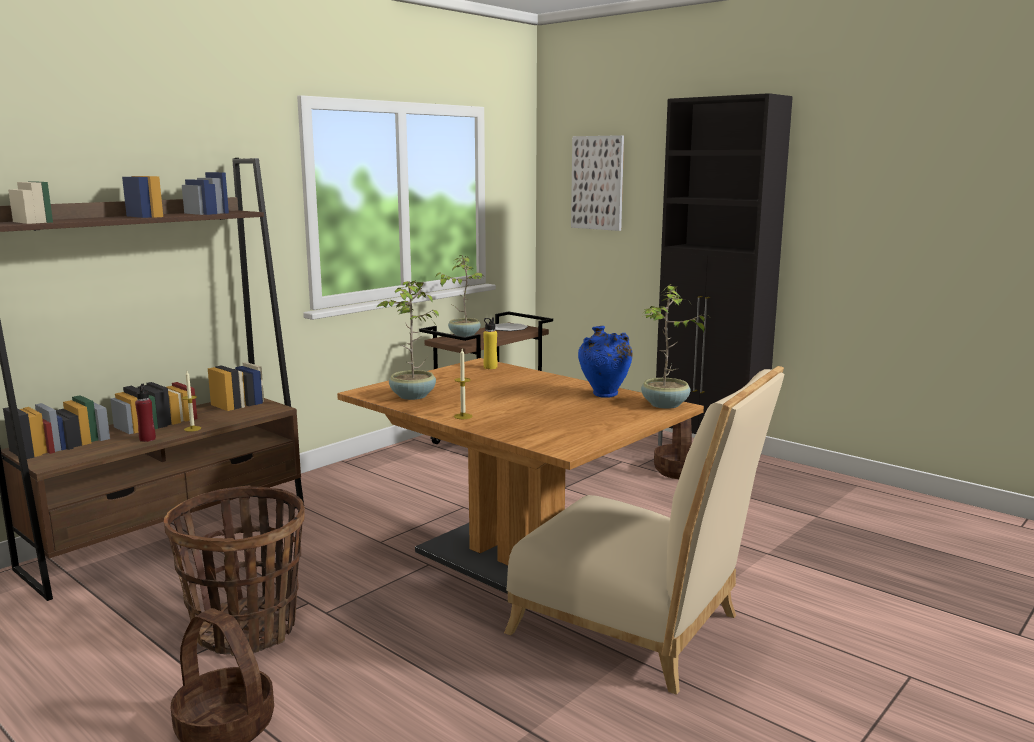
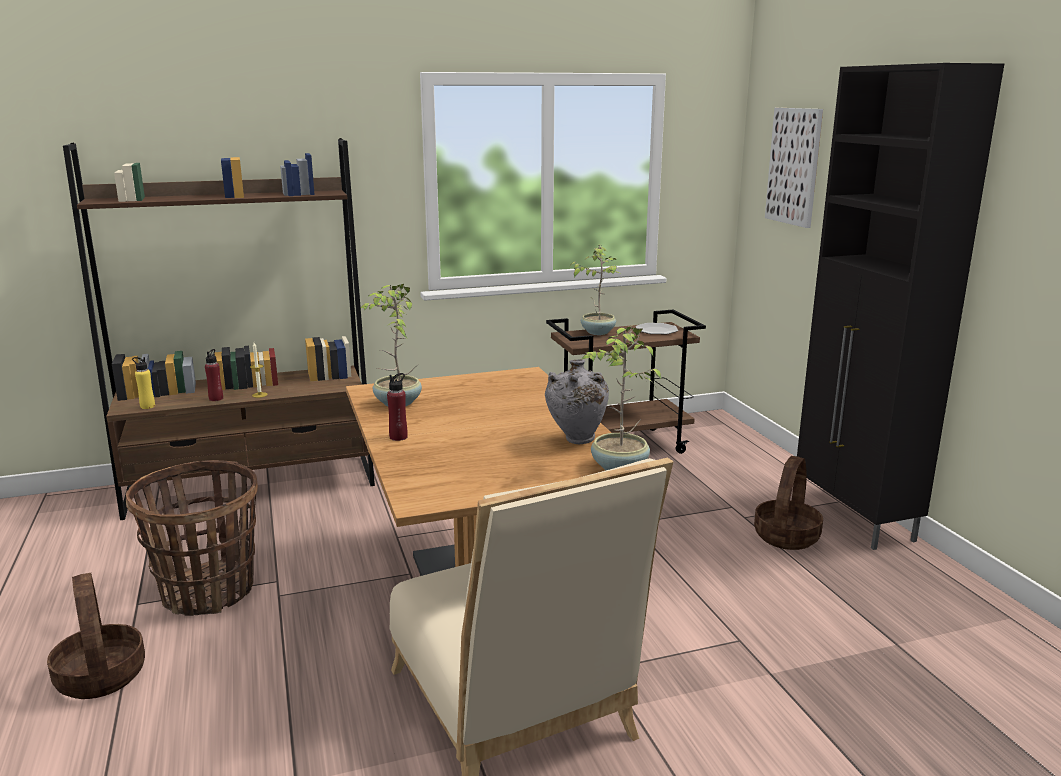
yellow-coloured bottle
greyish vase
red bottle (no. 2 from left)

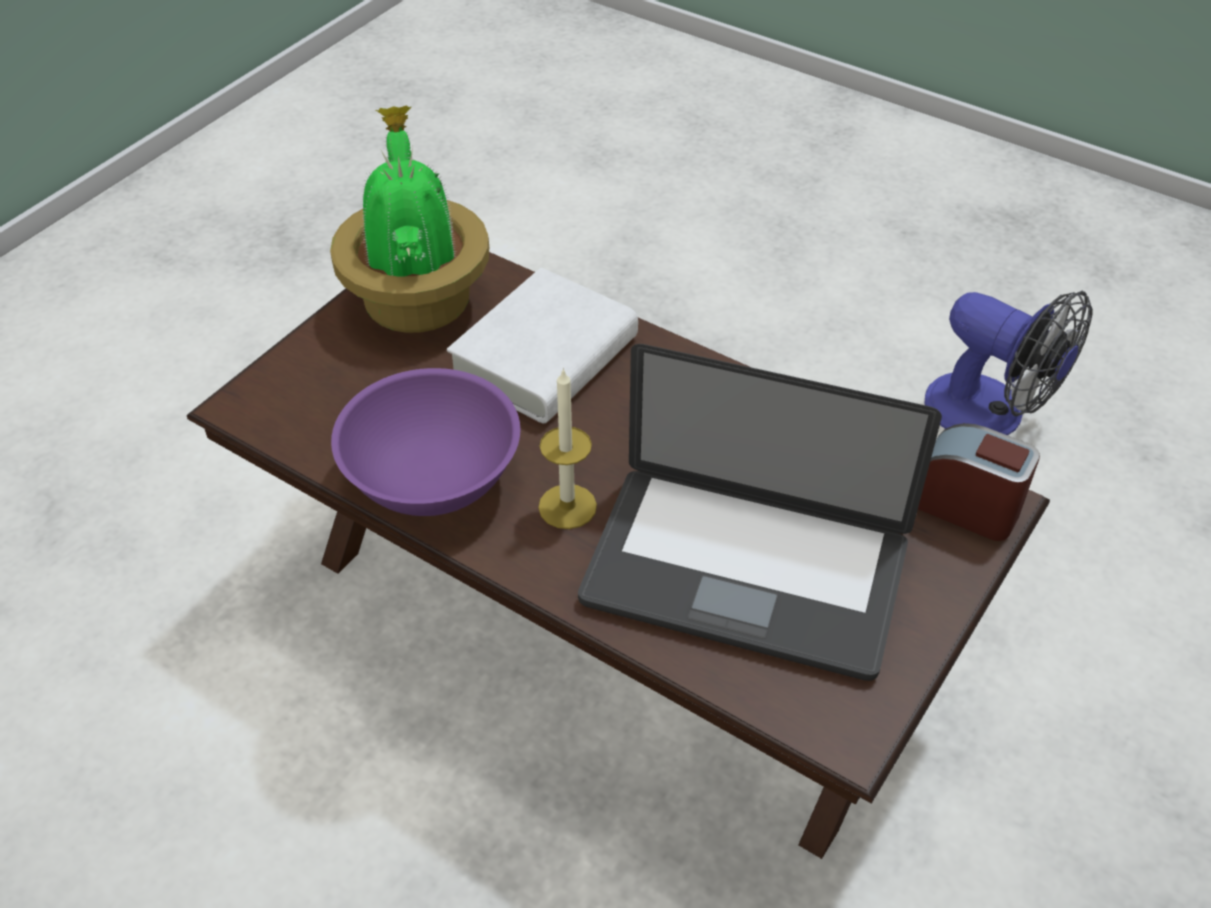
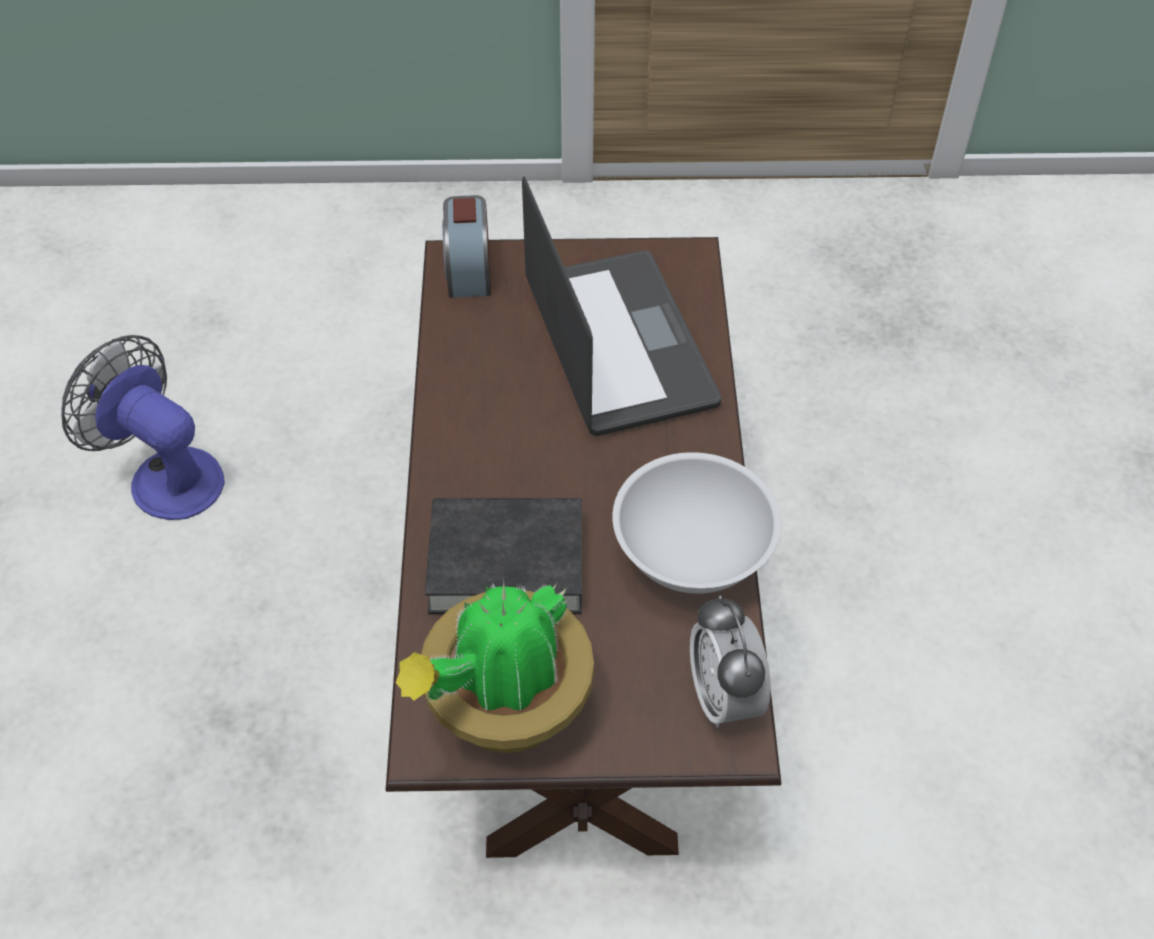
black-coloured bound book
fan
whitish bowl
wax candle
bedside clock (no. 2 from left)

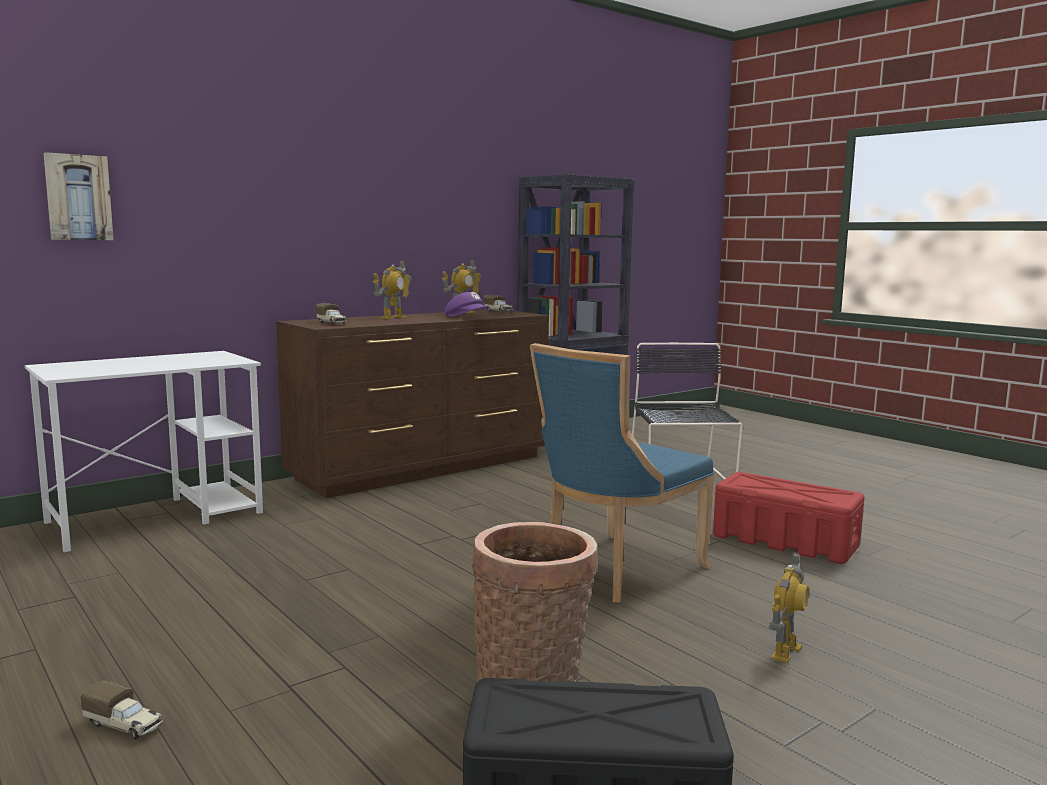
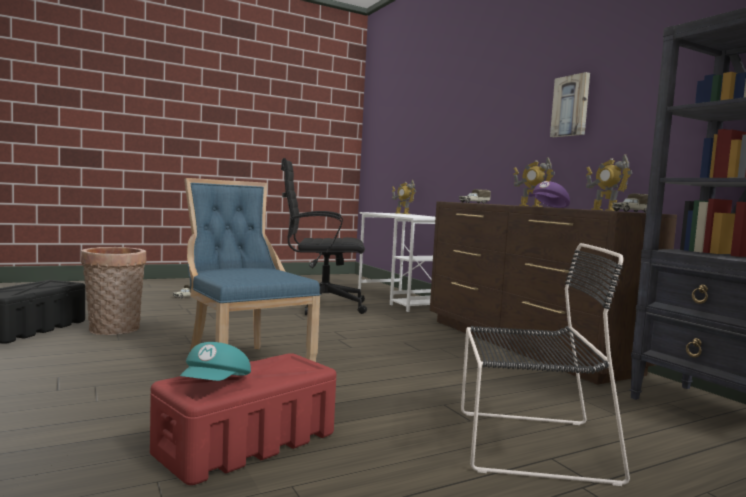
picture
toy robot (no. 1 from left)
black-coloured office chair
turquoise-coloured peaked cap

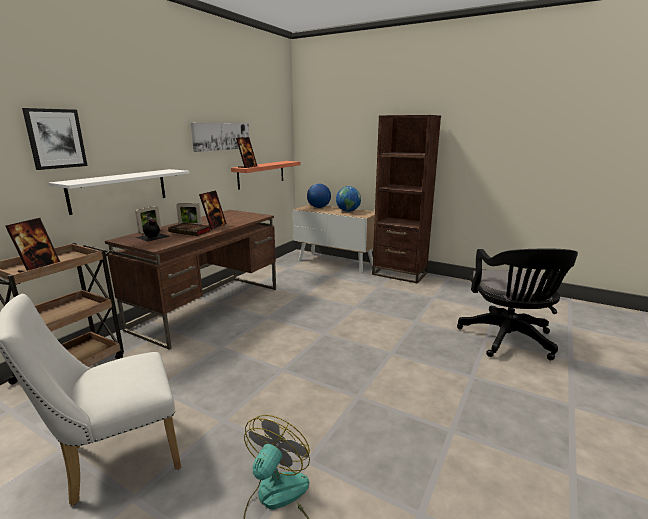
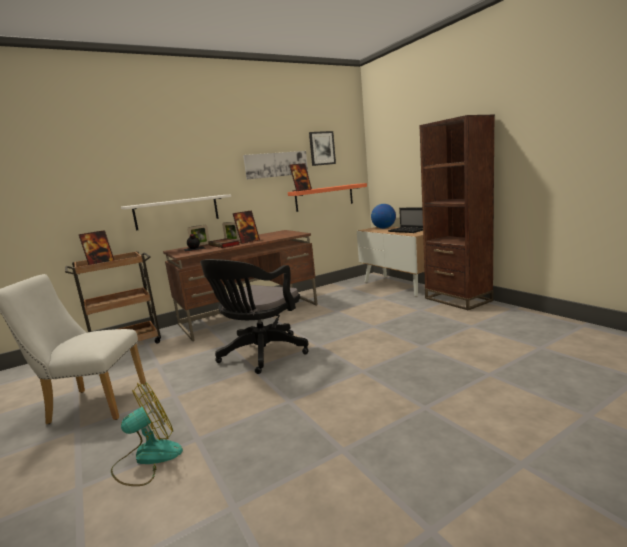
picture (no. 2 from left)
laptop
black-coloured office chair

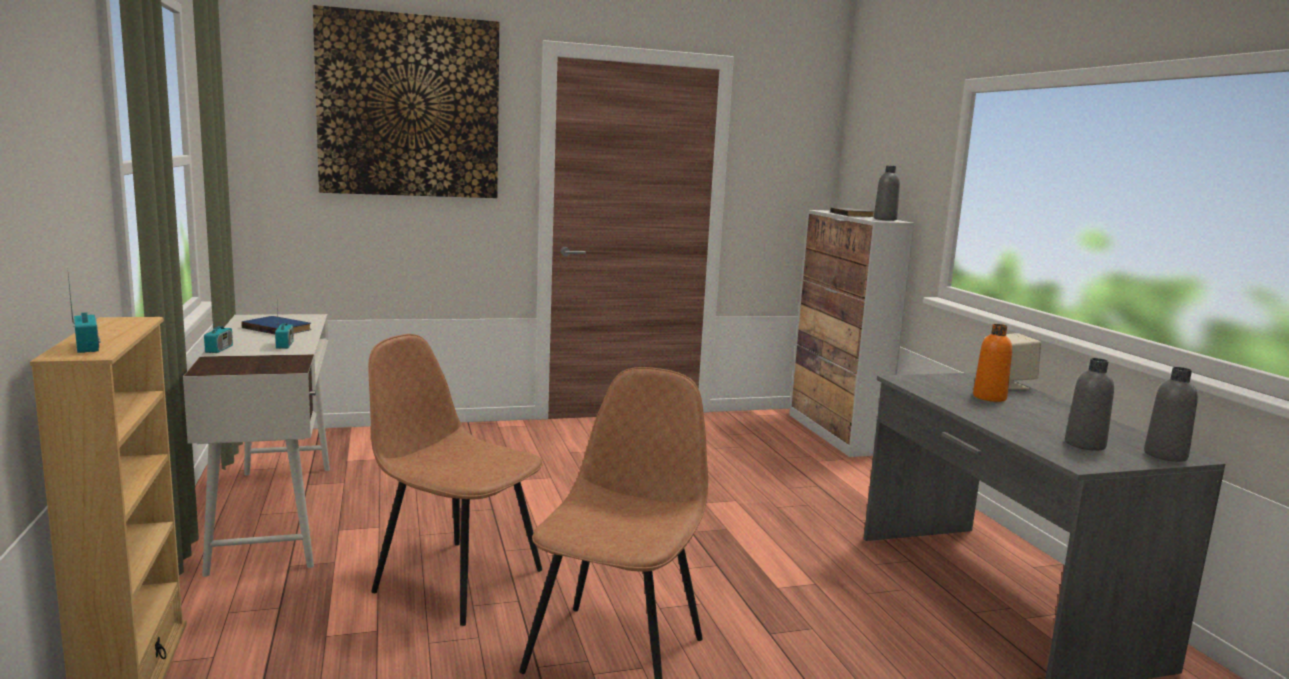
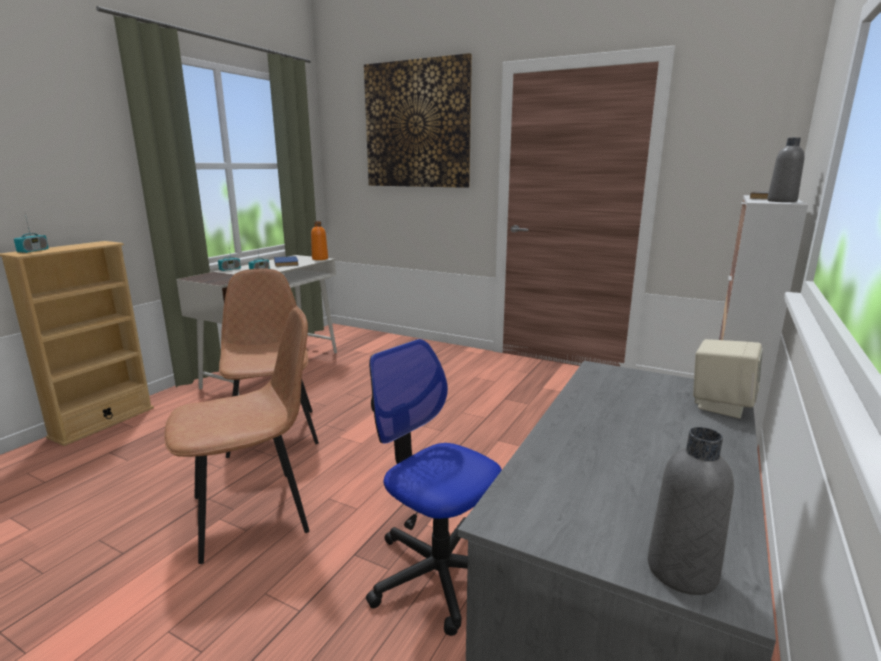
orange bottle
greyish bottle (no. 2 from left in the first image)
office chair

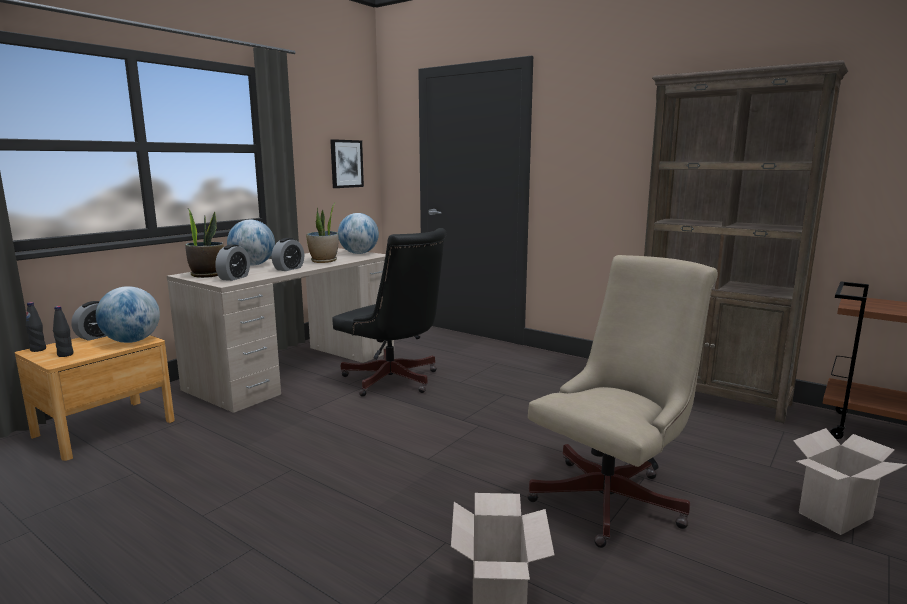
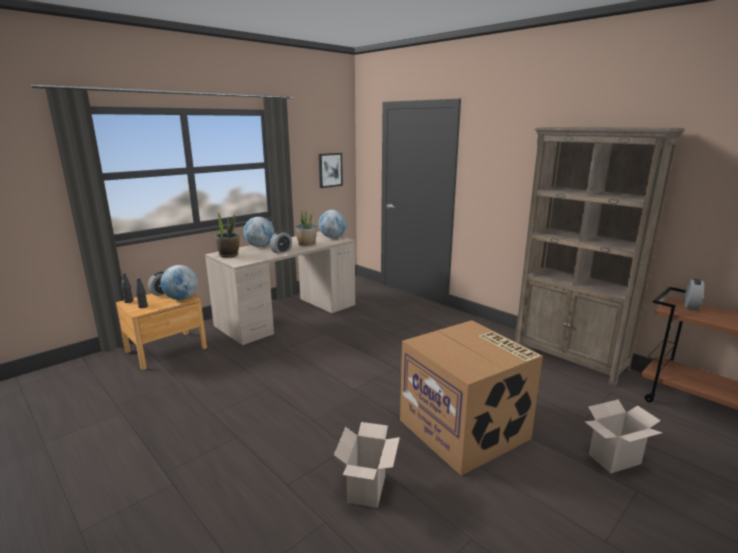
black-coloured office chair
bedside clock (no. 3 from left)
cardboard box (no. 2 from left)

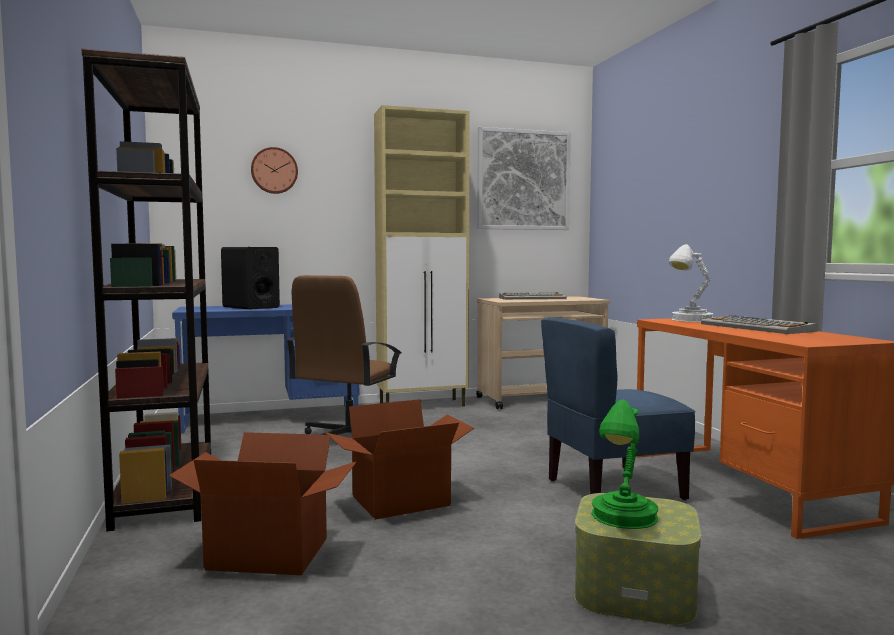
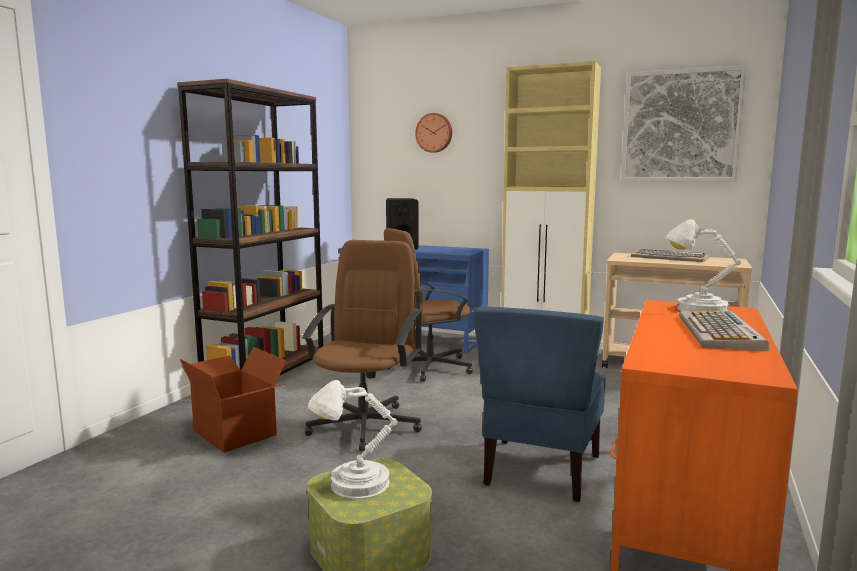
bluish upright chair
brownish office chair (no. 1 from left)
whitish table lamp (no. 1 from left)

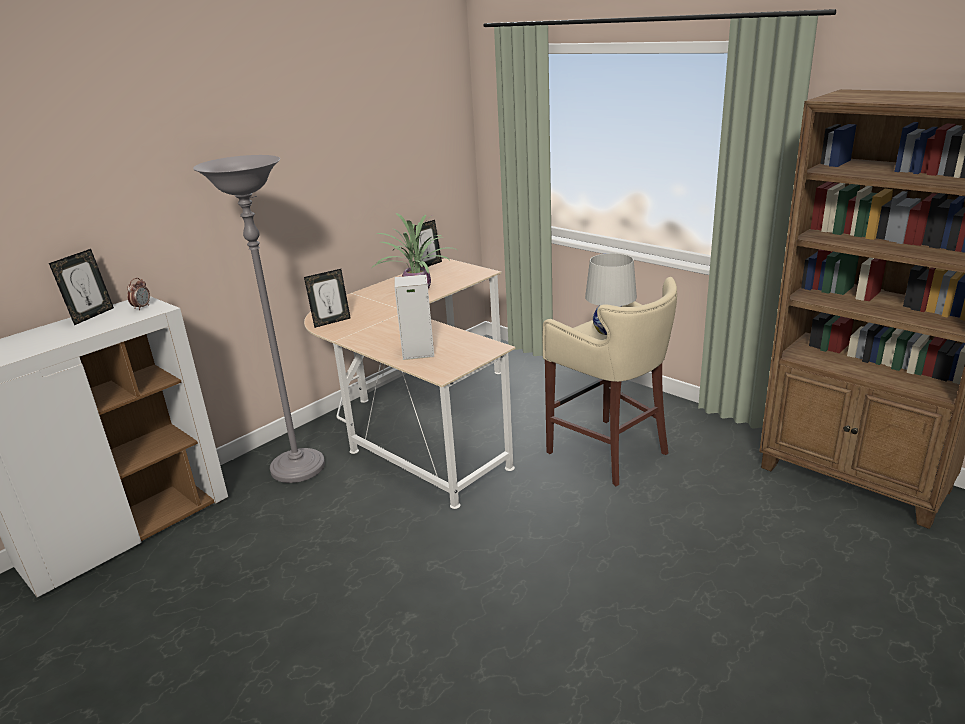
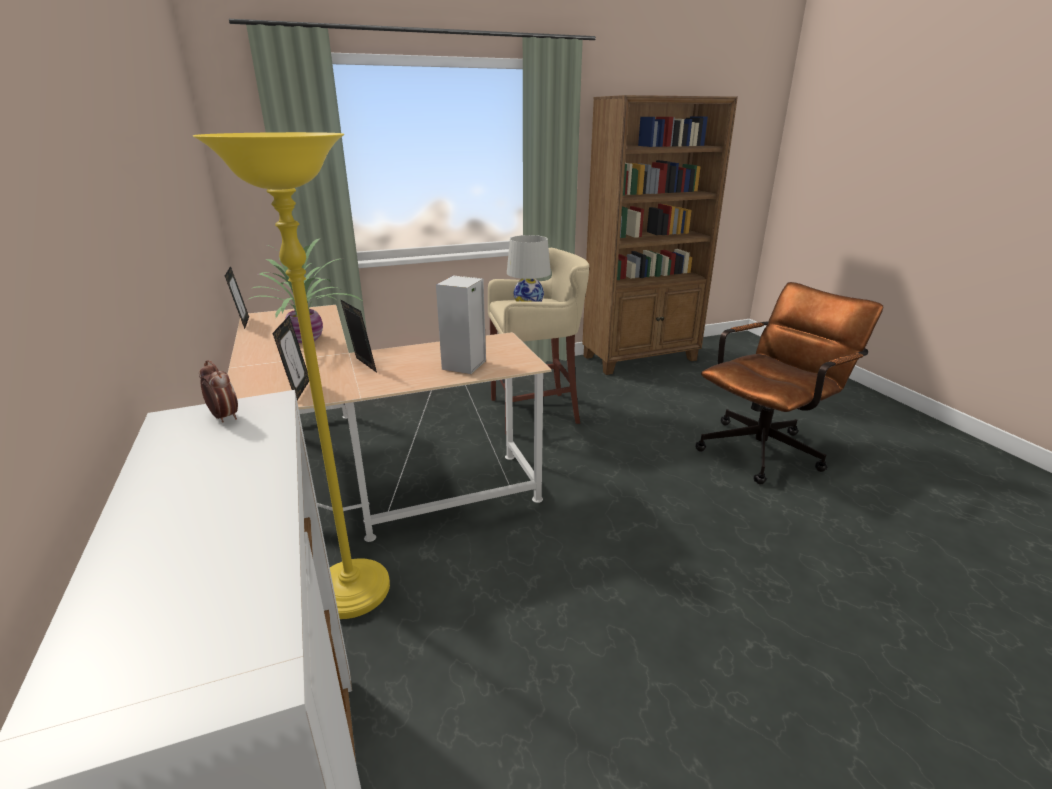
yellow-coloured floor lamp
photo frame (no. 3 from left)
brownish office chair

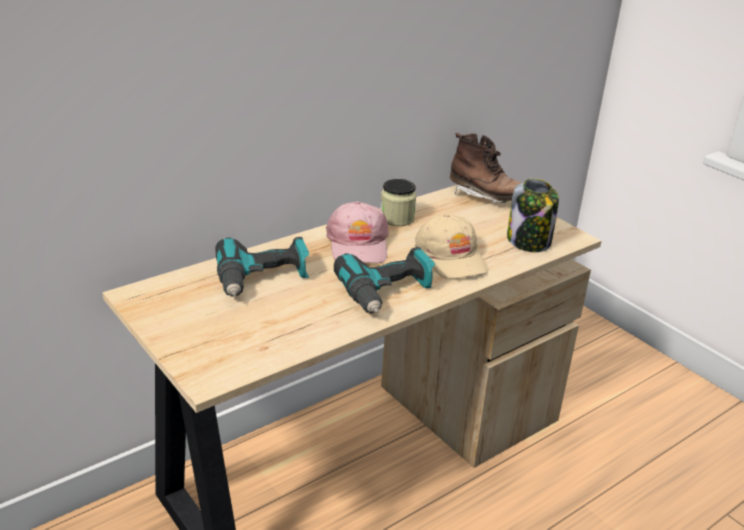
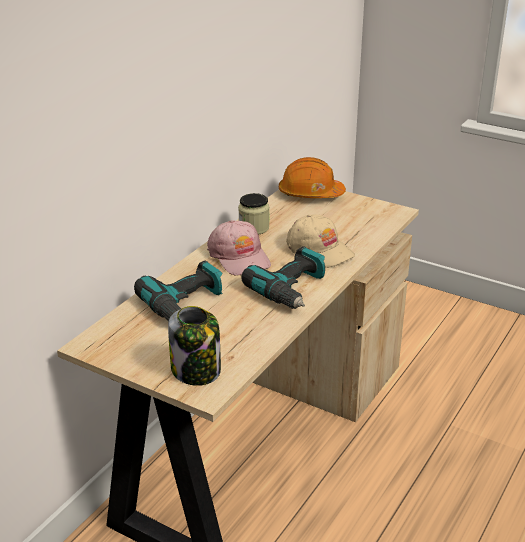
orange work helmet
jar (no. 1 from left)

